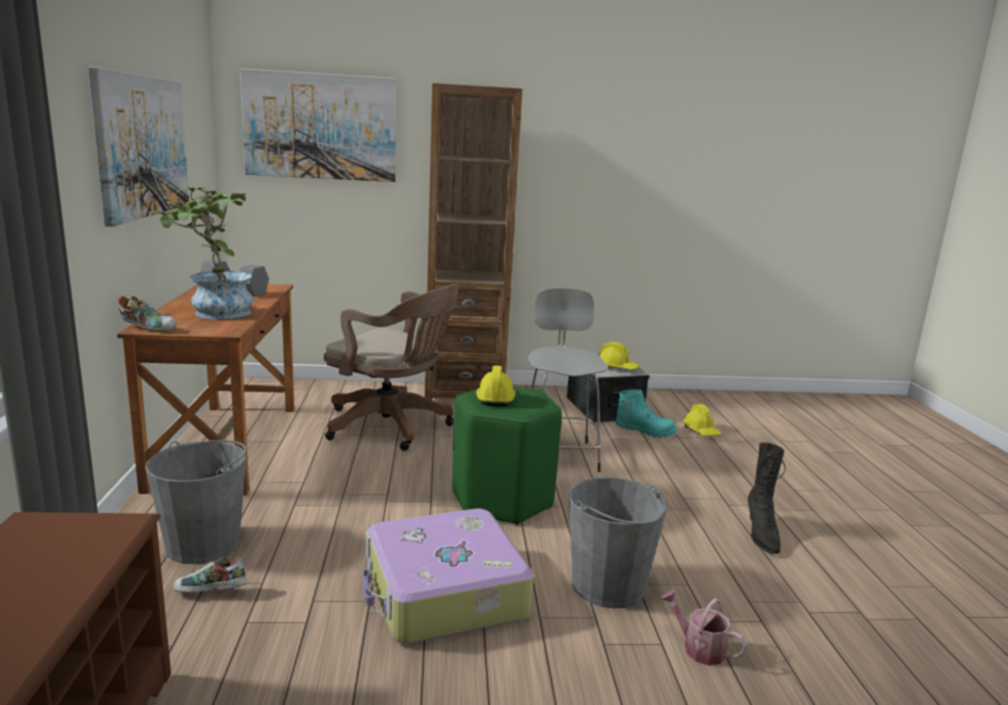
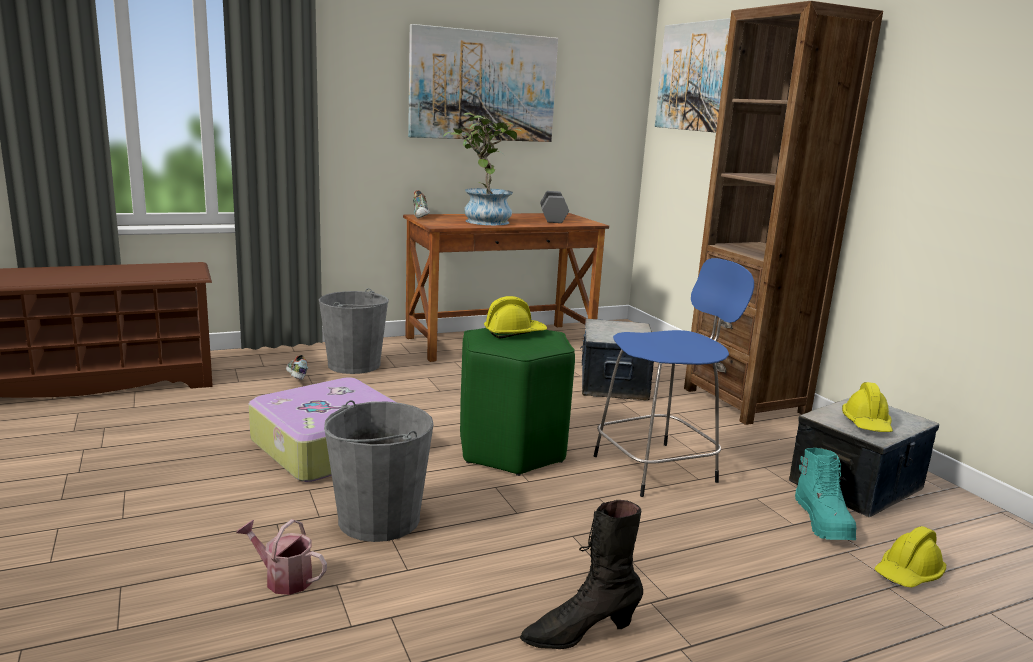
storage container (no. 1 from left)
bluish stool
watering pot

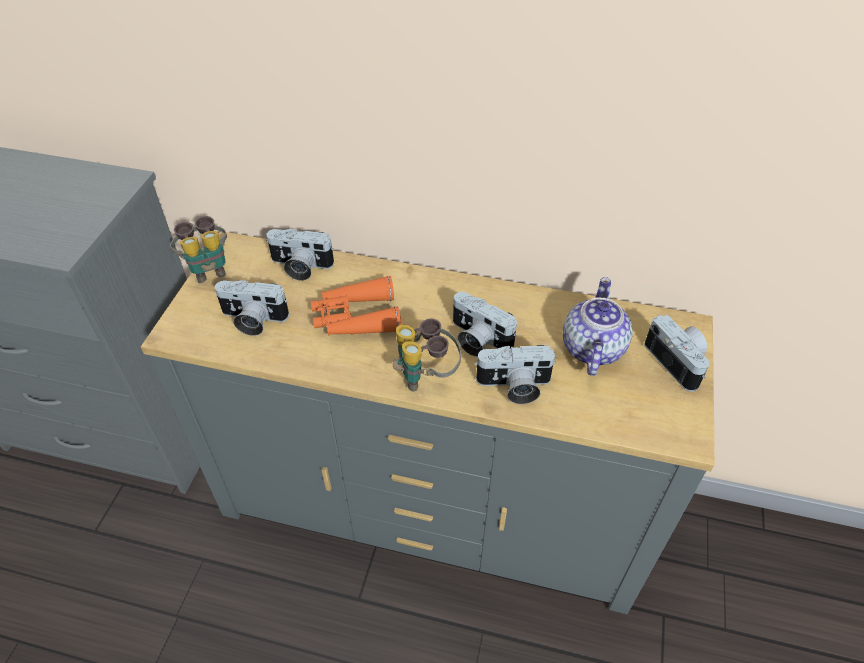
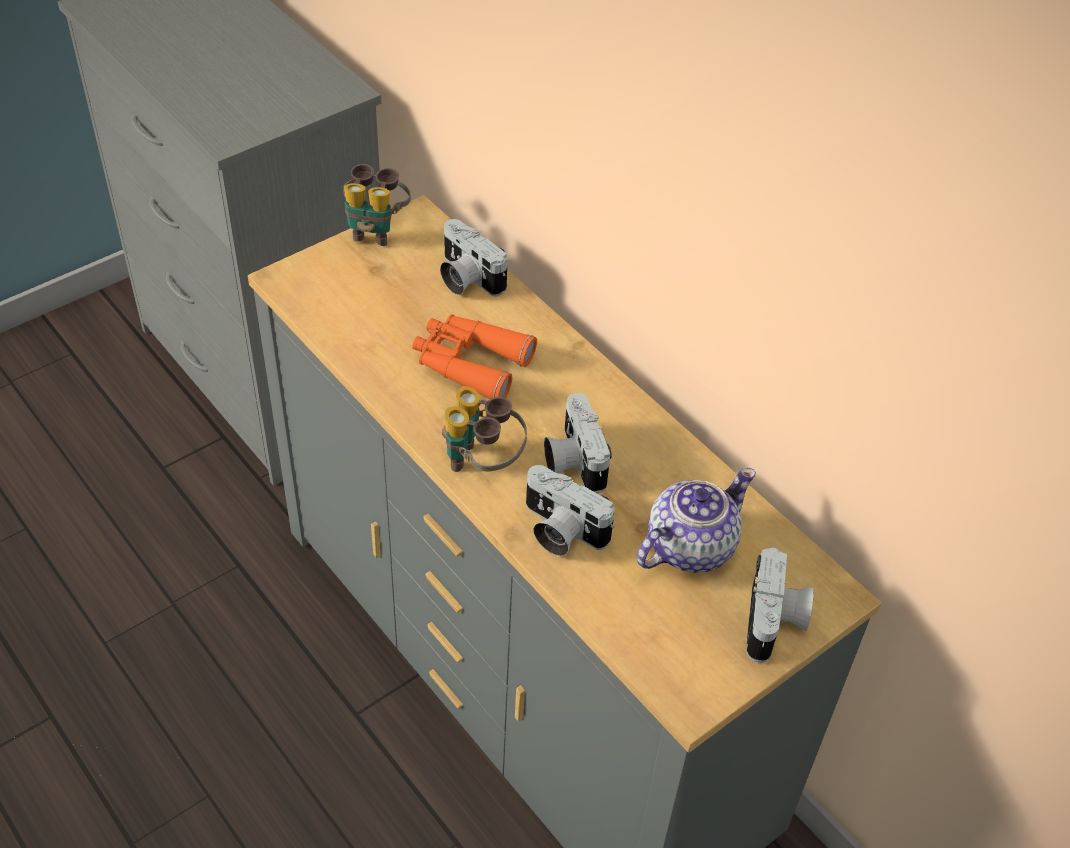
photo camera (no. 1 from left in the first image)

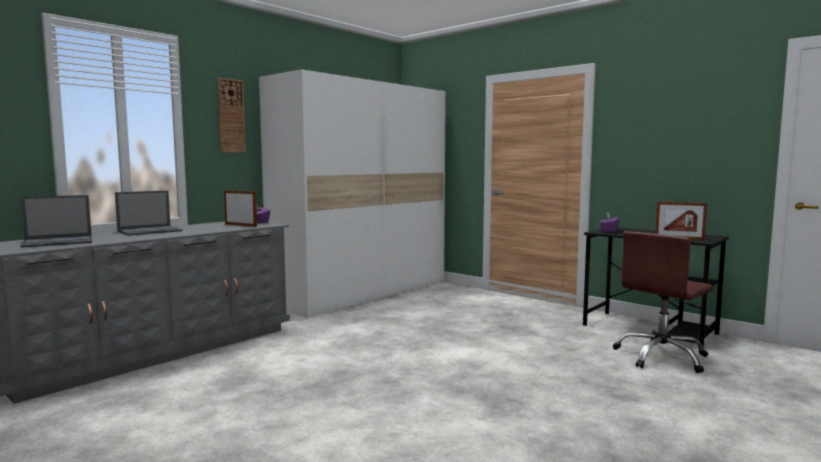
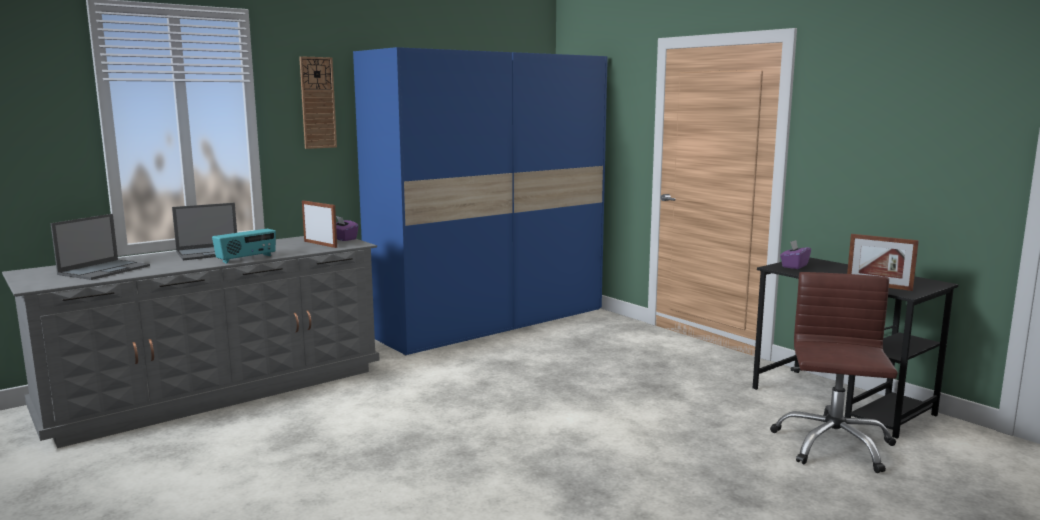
bluish clothes cupboard
laptop (no. 1 from left)
brownish office chair
radio set

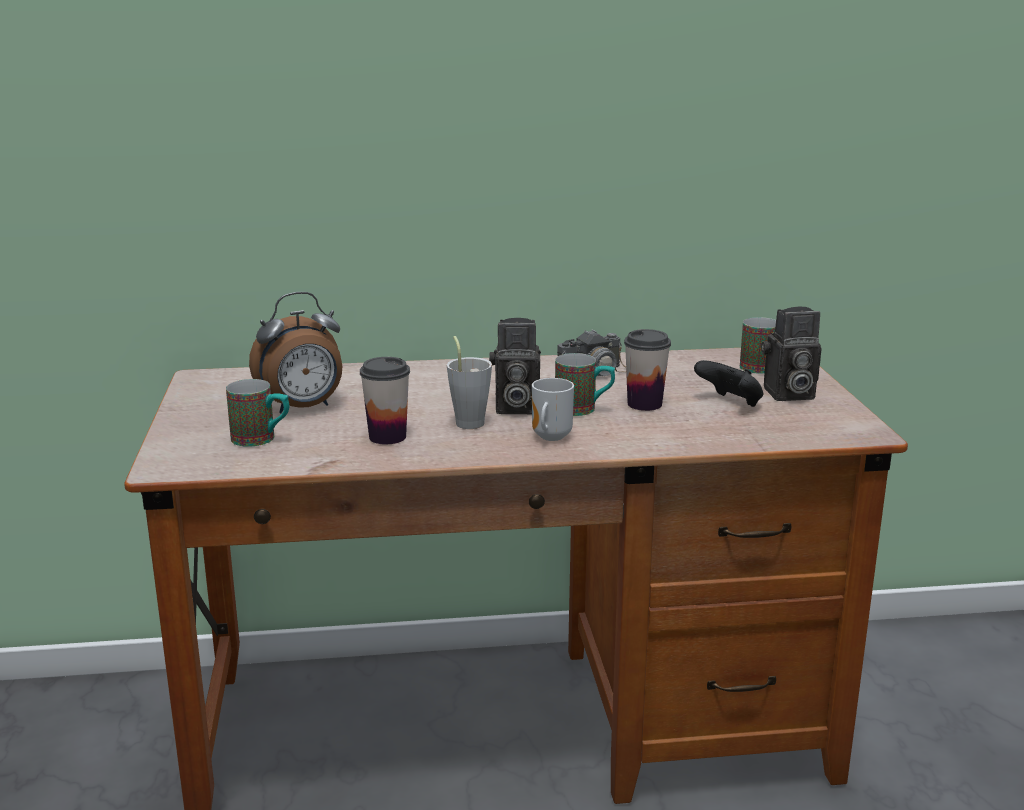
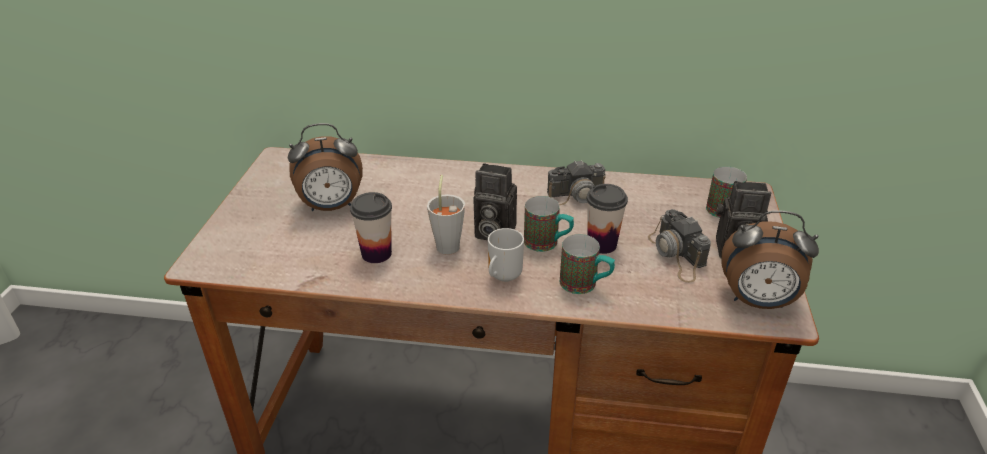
photo camera (no. 3 from left)
coffee mug (no. 3 from left)
bedside clock (no. 2 from left)

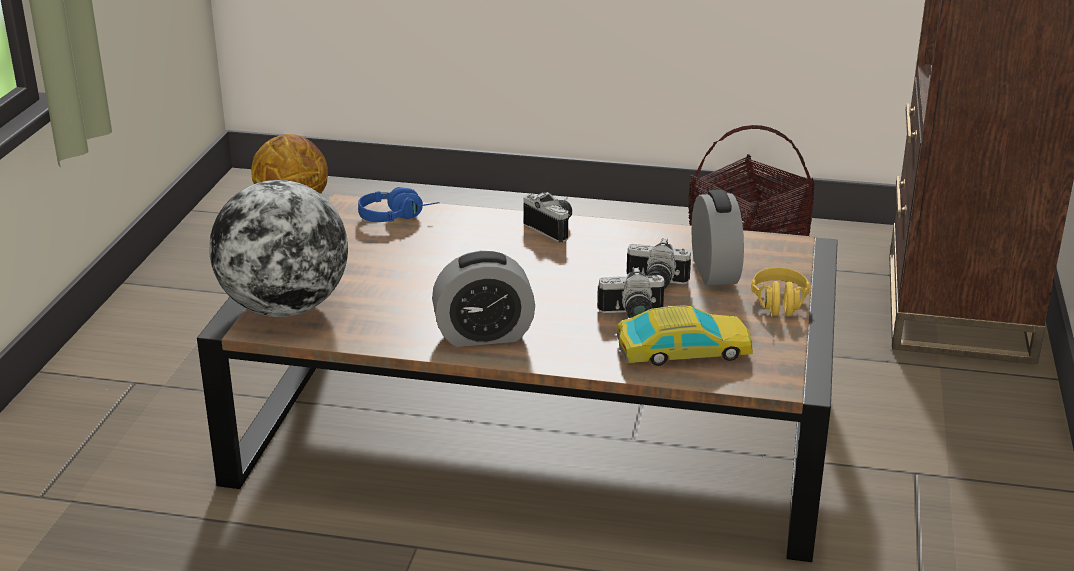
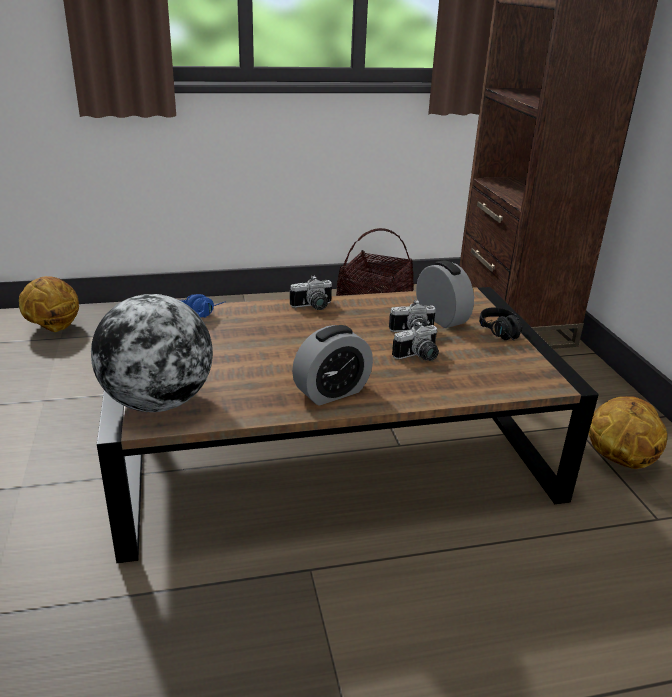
photo camera (no. 1 from left)
black-coloured pair of headphones
toy car
basketball (no. 2 from left)

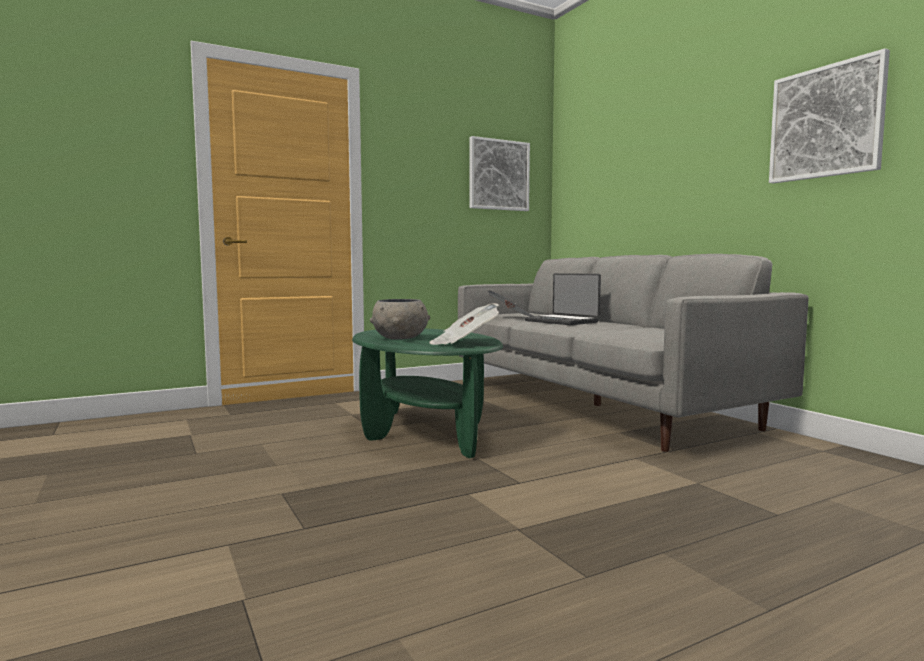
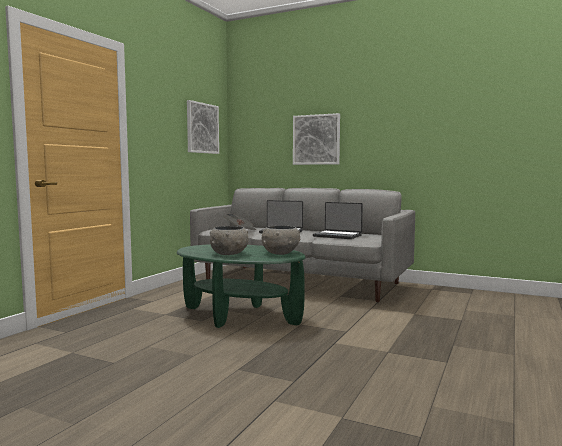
picture (no. 2 from left)
greyish bowl (no. 2 from left)
laptop (no. 2 from left)

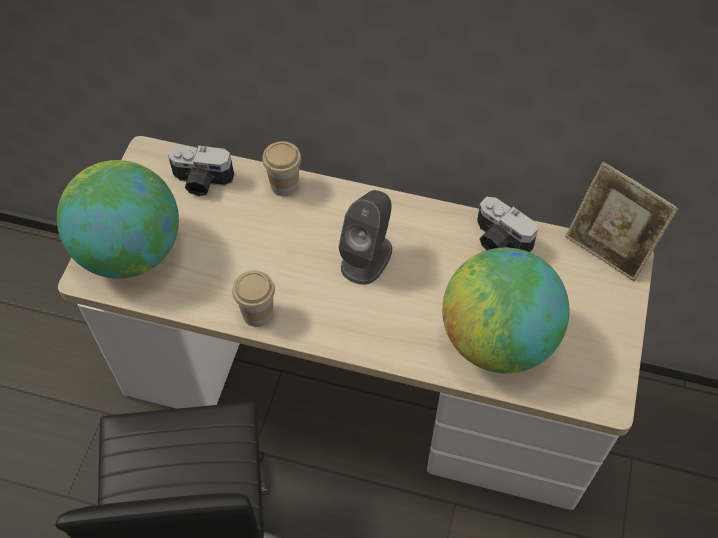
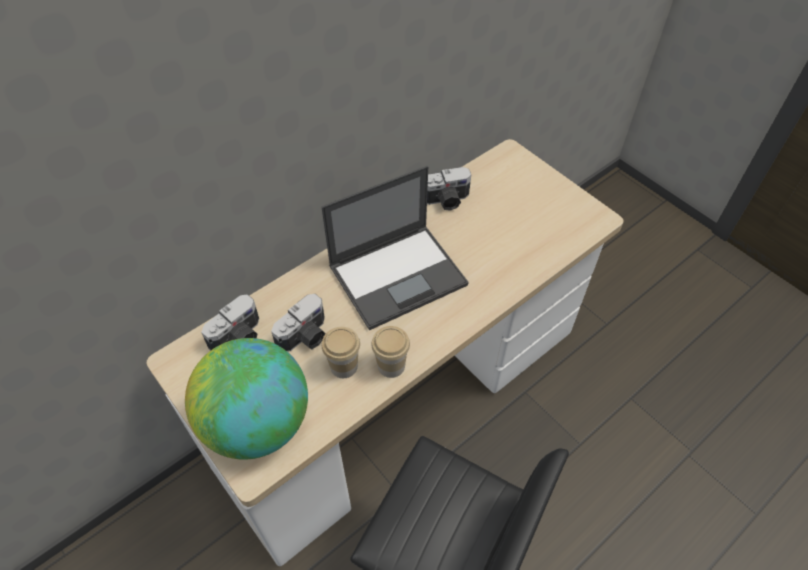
drinking cup (no. 1 from left)
photo frame
laptop
world globe (no. 2 from left in the first image)
photo camera (no. 2 from left)

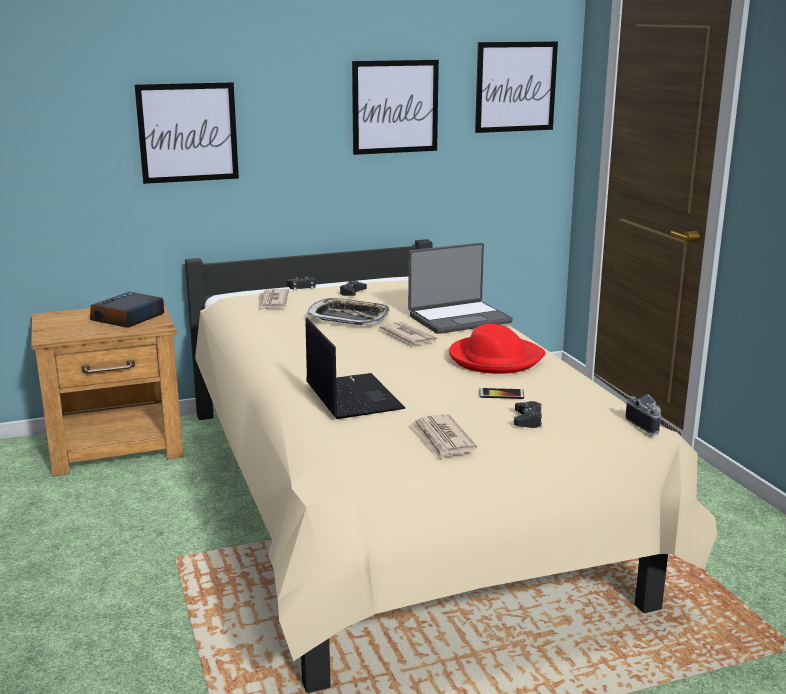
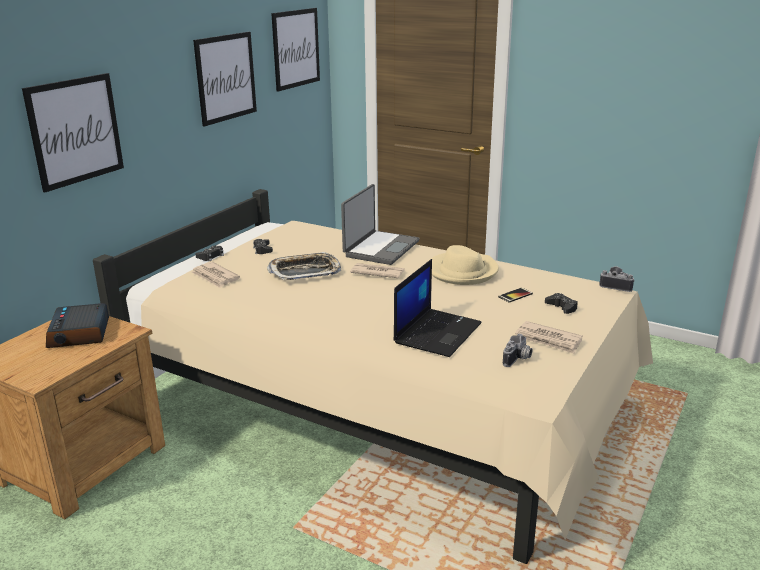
laptop (no. 2 from left)
beige wearable hat
photo camera (no. 1 from left)

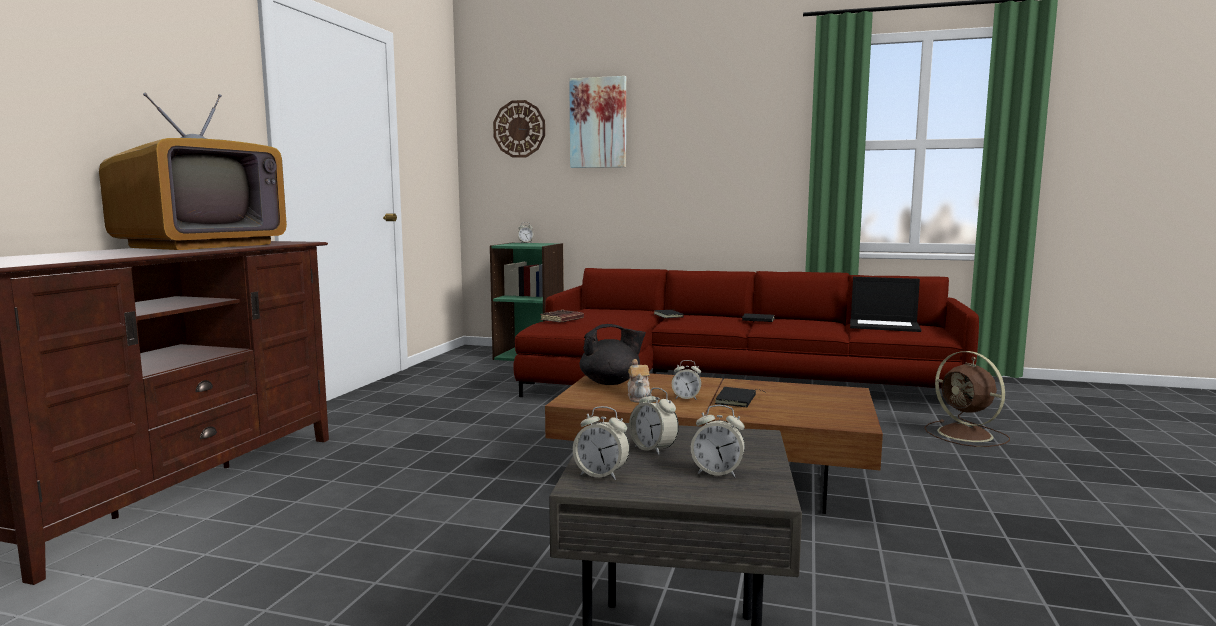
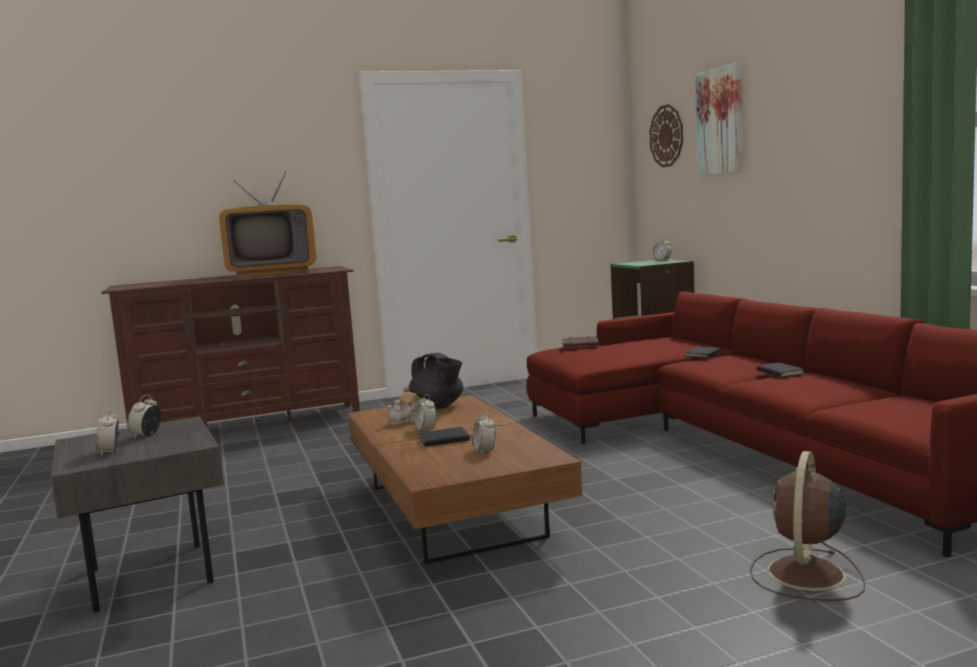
laptop
bedside clock (no. 4 from left)

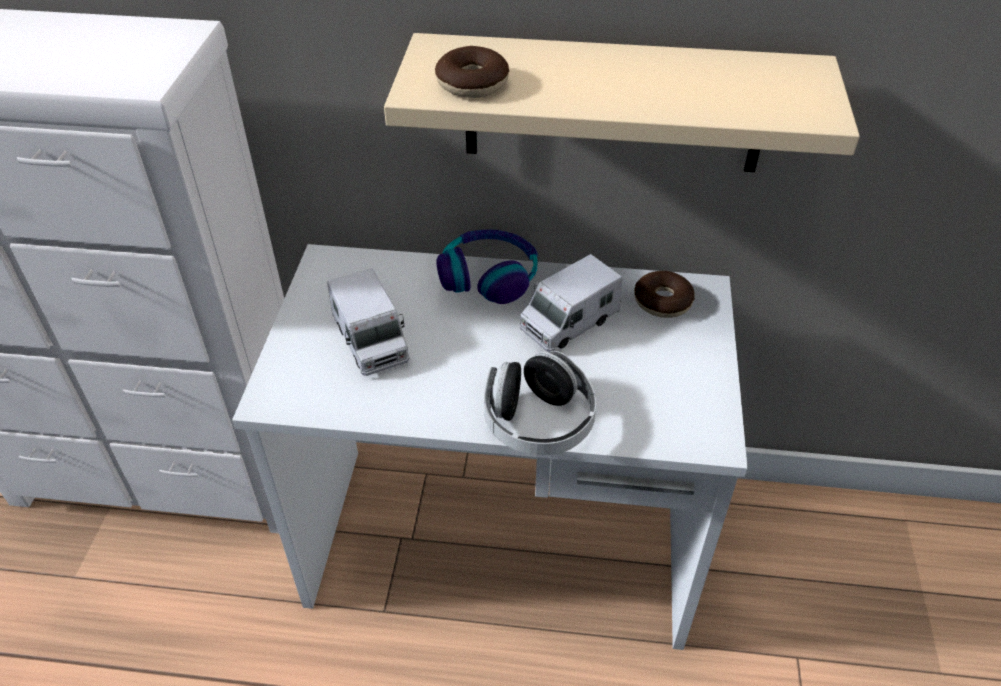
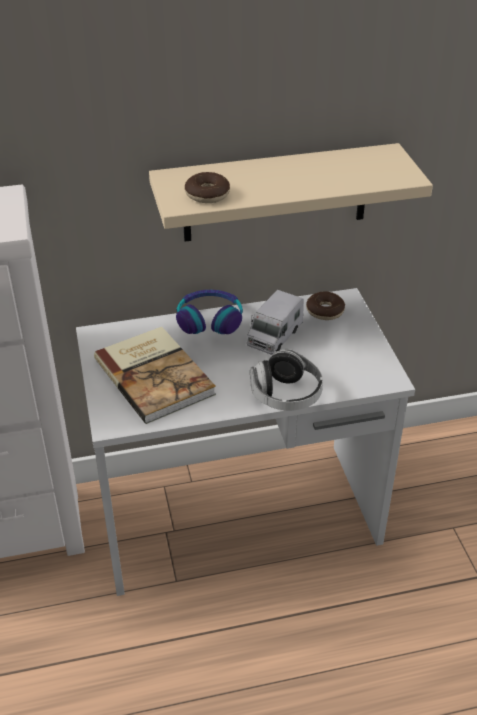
bound book

